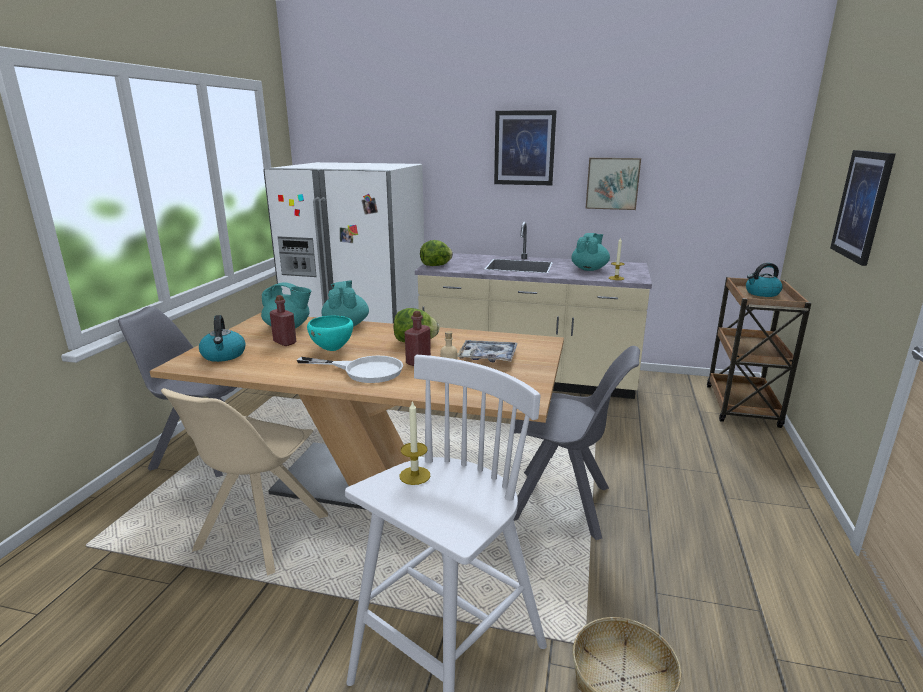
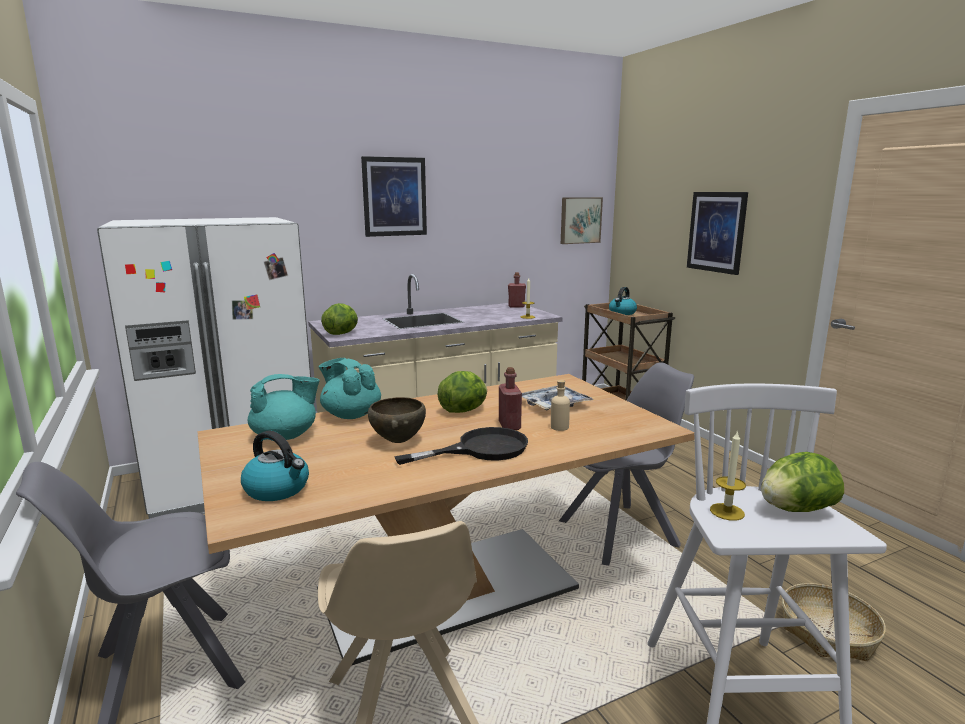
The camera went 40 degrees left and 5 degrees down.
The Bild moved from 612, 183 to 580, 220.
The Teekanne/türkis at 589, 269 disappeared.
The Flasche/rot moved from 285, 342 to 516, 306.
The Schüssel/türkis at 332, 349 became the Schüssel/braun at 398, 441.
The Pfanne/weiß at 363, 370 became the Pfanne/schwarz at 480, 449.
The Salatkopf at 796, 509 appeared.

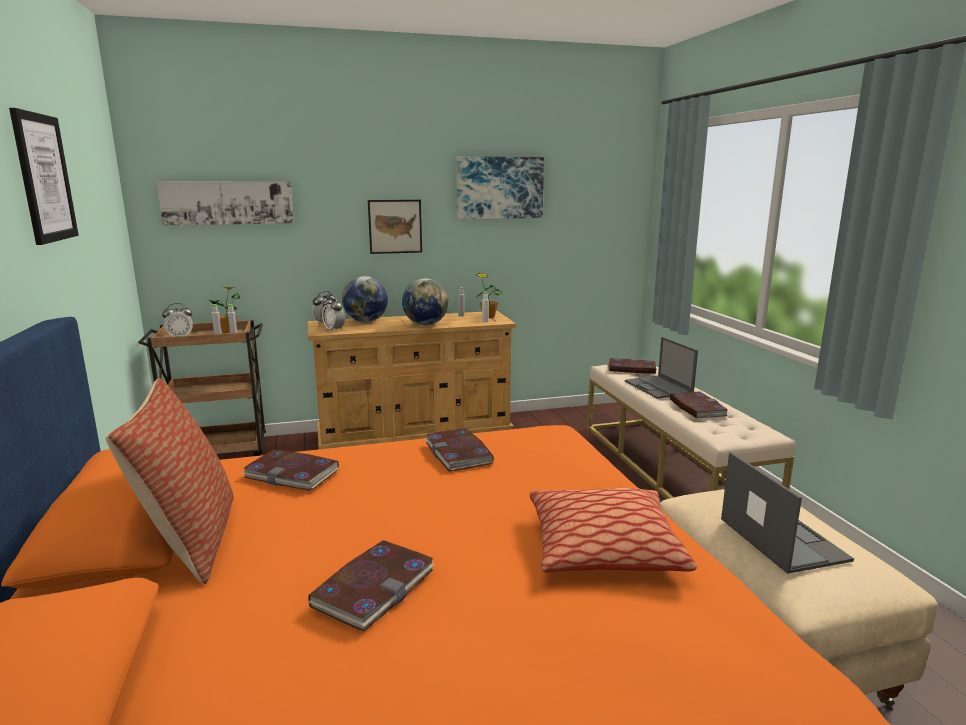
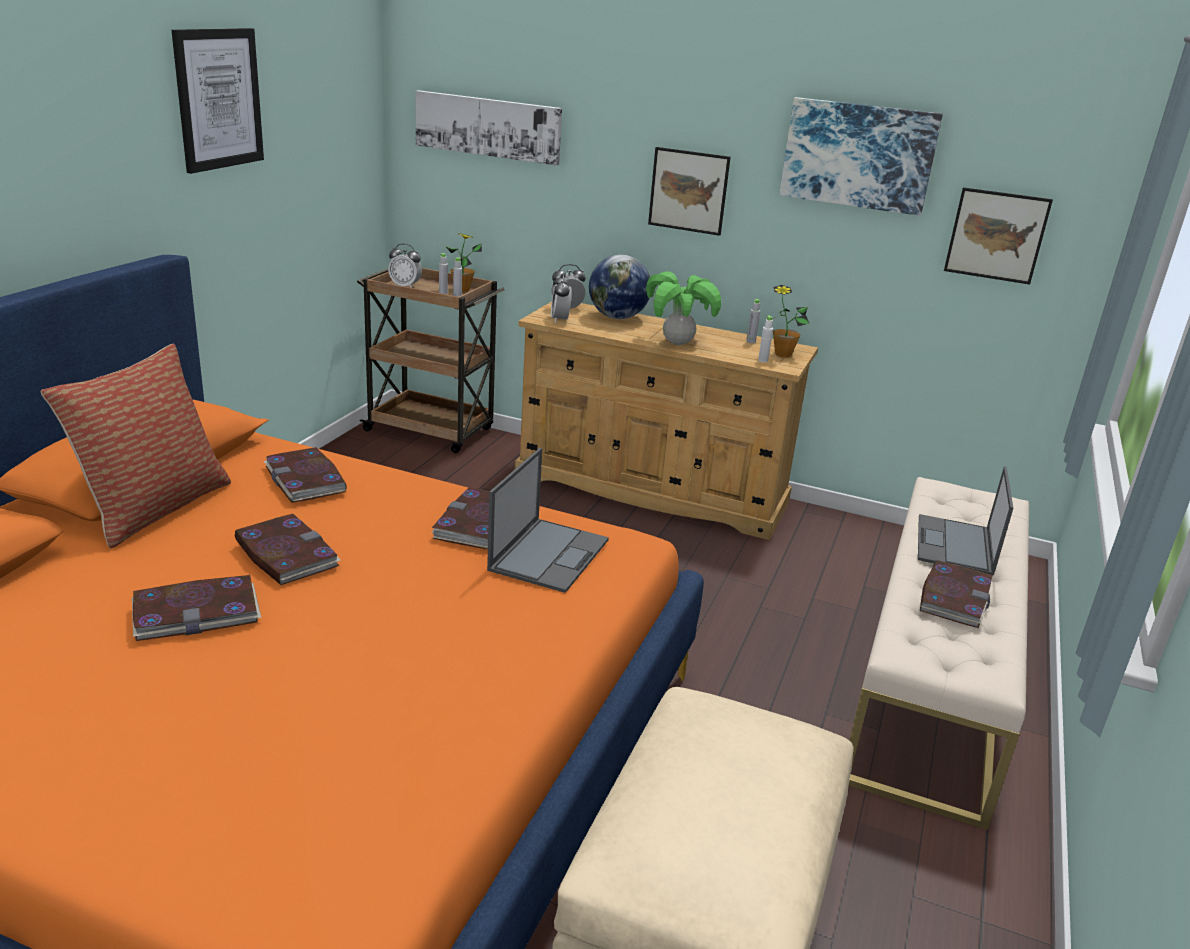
The camera went 35 degrees right and 10 degrees up.
The Globus at 426, 324 was replaced by the Topfpflanze at 678, 343.
The Buch moved from 631, 369 to 285, 554.
The Laptop moved from 781, 538 to 549, 554.
The Kissen at 603, 548 disappeared.
The Bild at 996, 235 appeared.

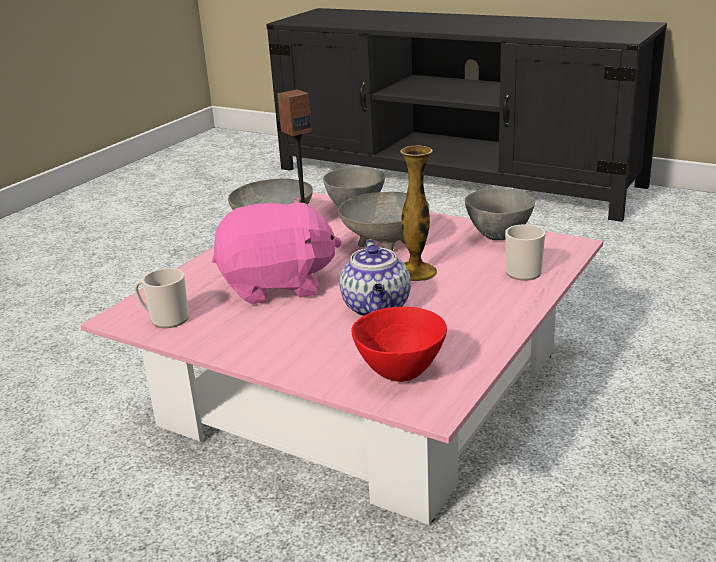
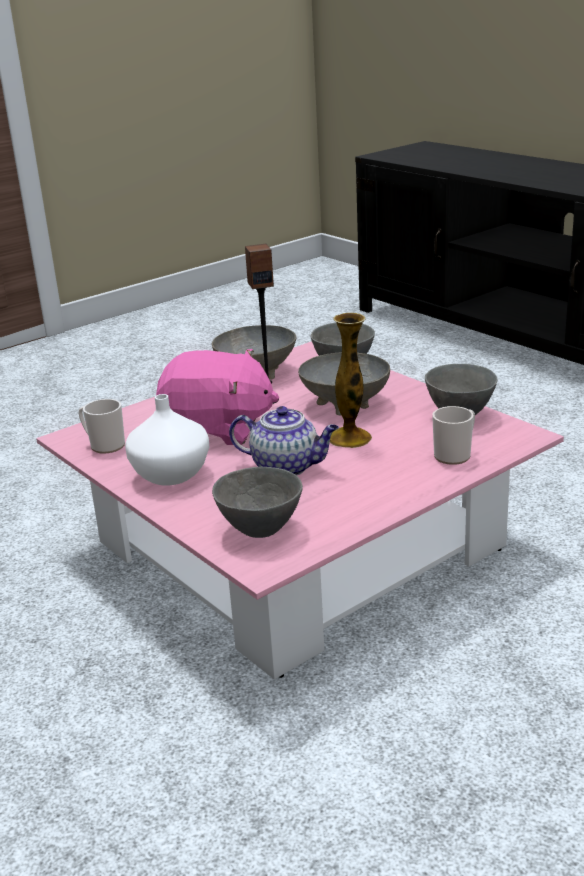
The camera went 20 degrees right and 0 degrees up.
The Teekanne at 377, 308 turned 90 degrees counterclockwise.
The Schüssel/rot at 400, 373 became the Schüssel/grau at 260, 530.
The Vase/weiß at 172, 475 appeared.

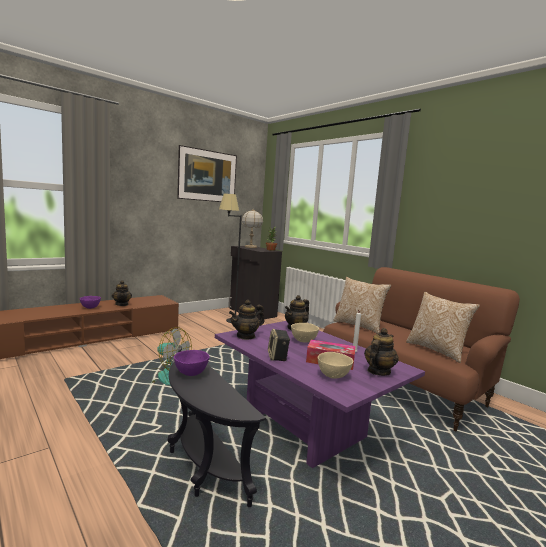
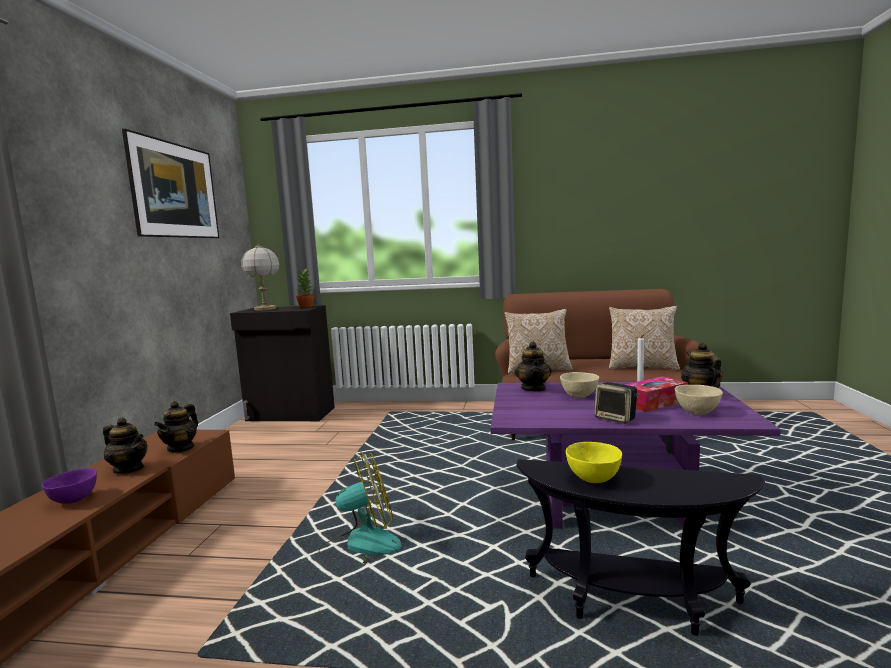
The camera went 40 degrees left and 0 degrees up.
The Stehlampe/schwarz at 228, 319 disappeared.
The Teekanne moved from 246, 336 to 181, 448.
The Schüssel/lila at 190, 373 became the Schüssel/gelb at 593, 480.

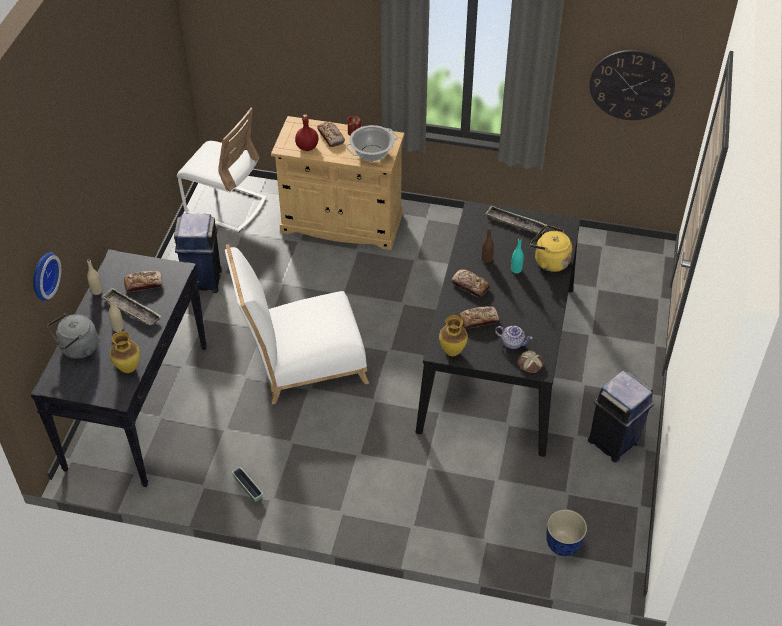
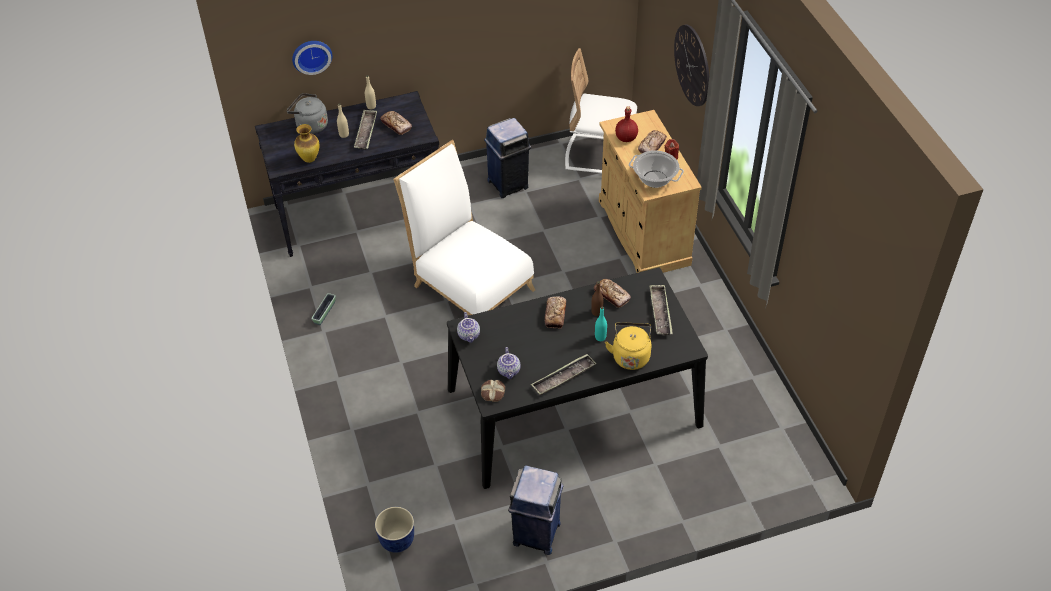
The camera went 60 degrees right and 0 degrees up.
The Wanduhr moved from 632, 85 to 692, 65.
The Stuhl/weiß at 225, 206 turned 105 degrees clockwise.
The Brot moved from 478, 320 to 612, 295.
The Vase at 452, 351 was replaced by the Teekanne at 469, 335.
The Tablett at 563, 377 appeared.

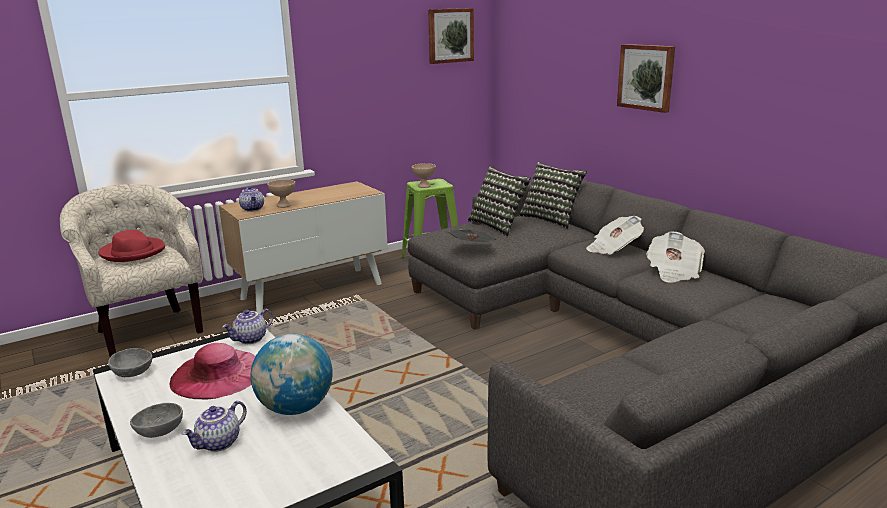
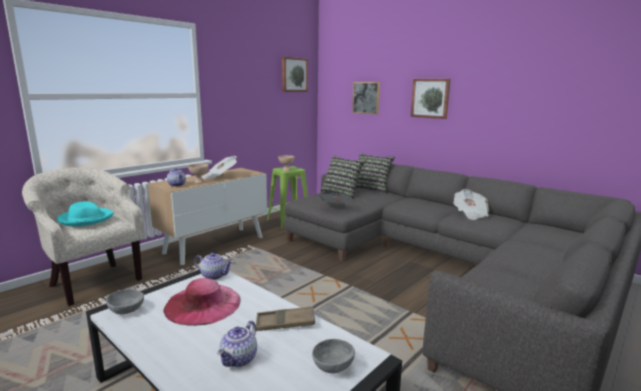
The camera went 15 degrees left and 5 degrees down.
The Zeitung moved from 613, 249 to 220, 177.
The Hut/rot at 132, 252 became the Hut/türkis at 85, 219.
The Teekanne at 250, 339 turned 105 degrees counterclockwise.
The Globus at 295, 408 was replaced by the Tablett/braun at 285, 323.
The Schüssel/grau moved from 159, 431 to 332, 366.
The Bild at 366, 97 appeared.

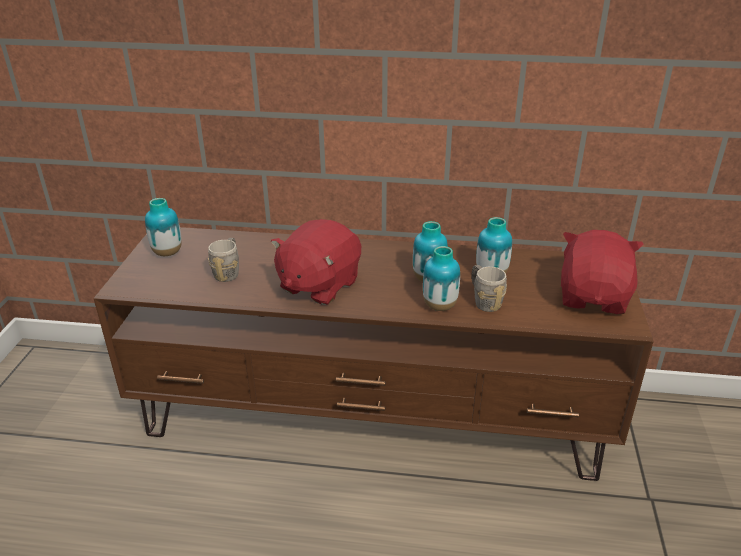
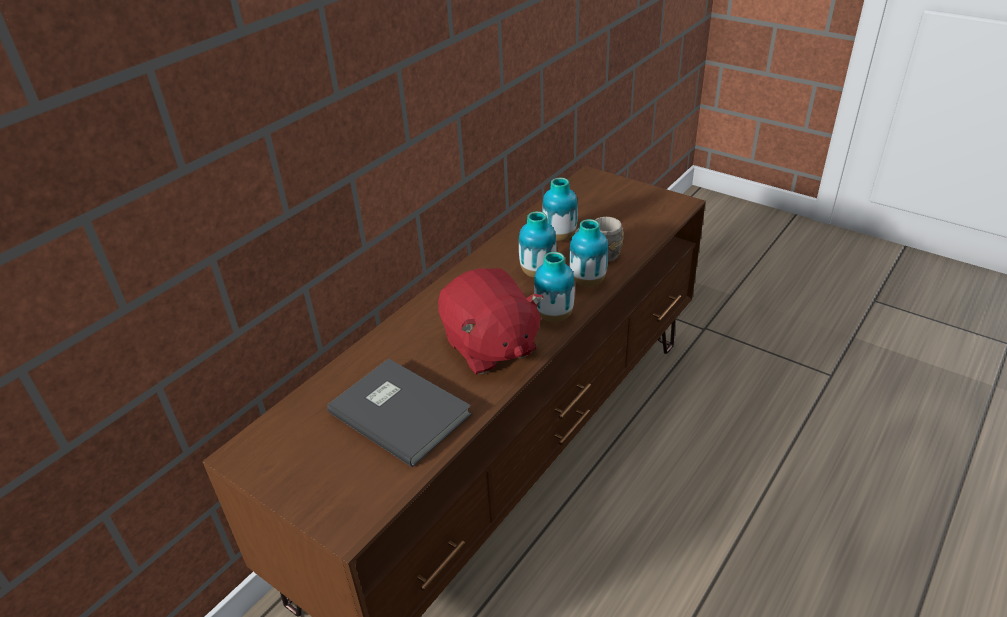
The camera went 60 degrees left and 5 degrees up.
The Vase moved from 167, 253 to 554, 316.
The Plüschtier/rot at 594, 297 disappeared.
The Henkelbecher/grau at 228, 272 was replaced by the Buch/grau at 401, 411.

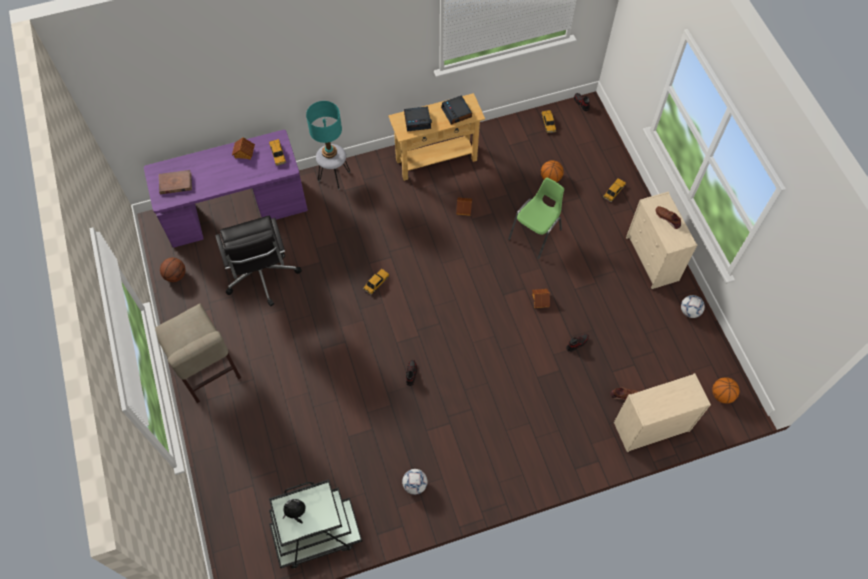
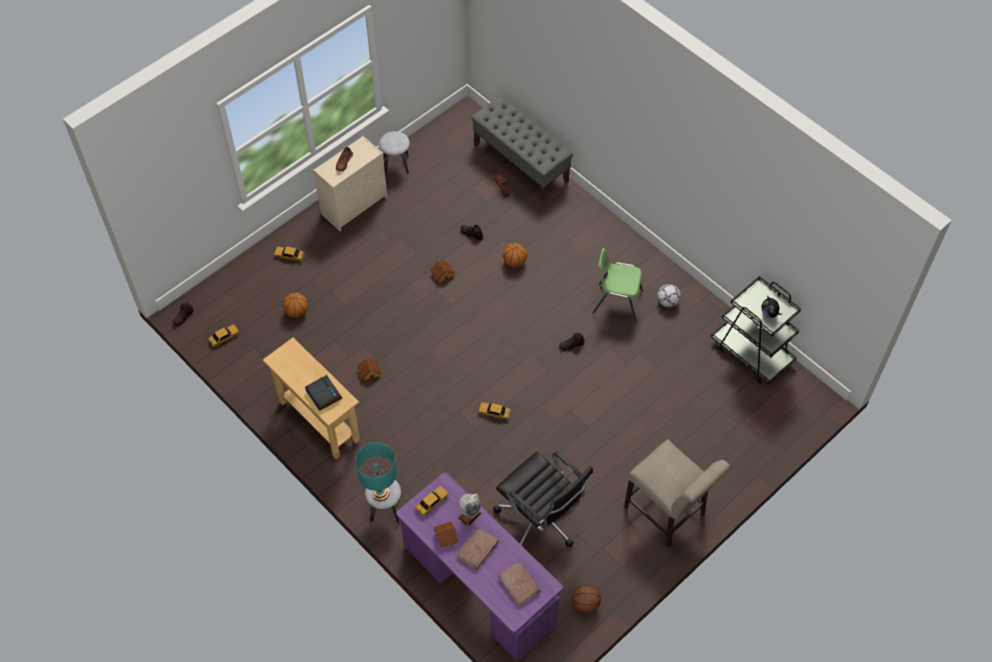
The camera went 115 degrees left and 5 degrees down.
The Wecker at 457, 112 disappeared.
The Stuhl/grün moved from 536, 234 to 617, 302.
The Bürostuhl/schwarz at 261, 275 turned 90 degrees clockwise.
The Fußball at 689, 311 was replaced by the Hocker/grau at 396, 165.
The Stuhl/beige at 207, 372 turned 105 degrees clockwise.
The Kommode/beige at 650, 427 was replaced by the Bank/grau at 521, 163.
The Basketball moved from 722, 395 to 514, 262.
The Globus at 469, 515 appeared.
The Buch/braun at 477, 549 appeared.

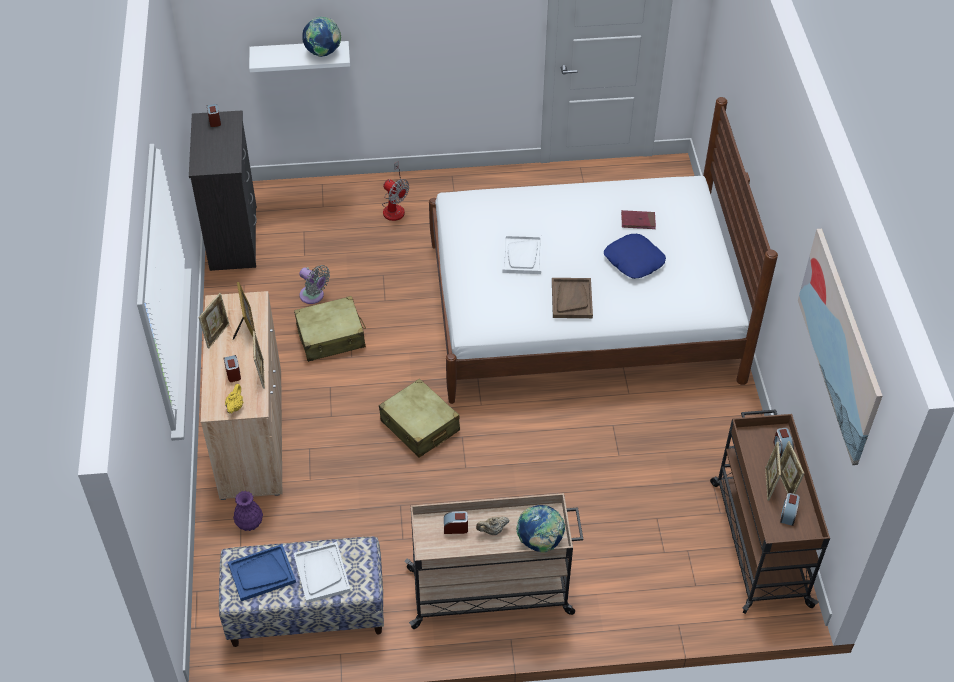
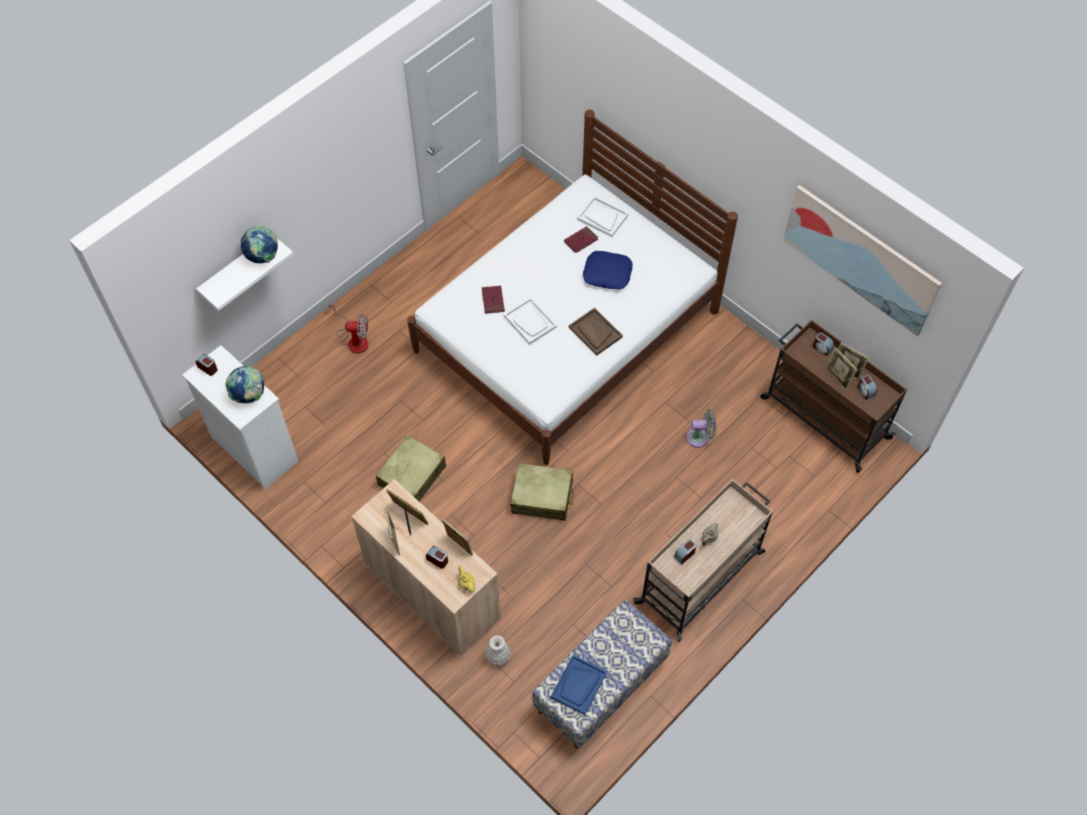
The camera went 40 degrees left and 10 degrees up.
The Kommode/schwarz at 234, 237 became the Kommode/weiß at 255, 448.
The Ventilator/grau moved from 313, 296 to 700, 437.
The Vase/lila at 249, 522 became the Vase/weiß at 498, 656.
The Globus moved from 540, 542 to 249, 395.
The Tablett/weiß moved from 321, 573 to 602, 217.
The Buch/rot at 493, 300 appeared.

